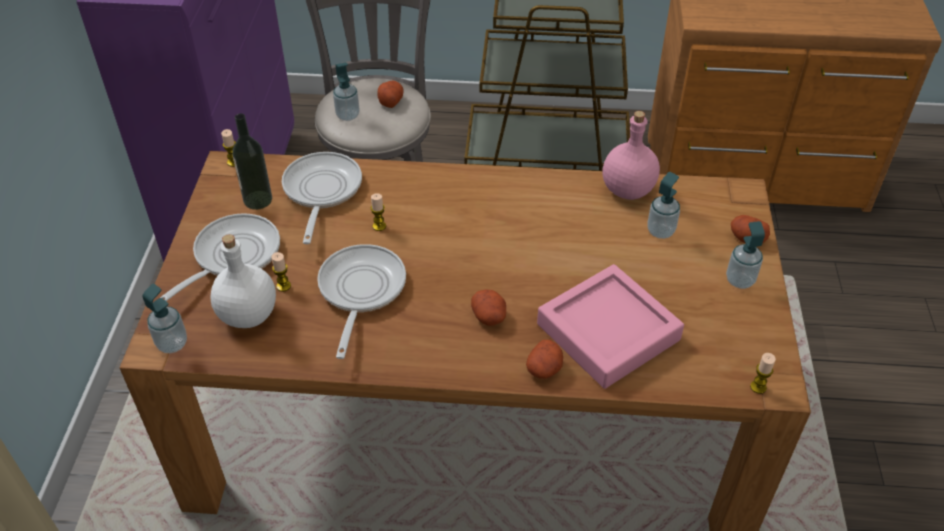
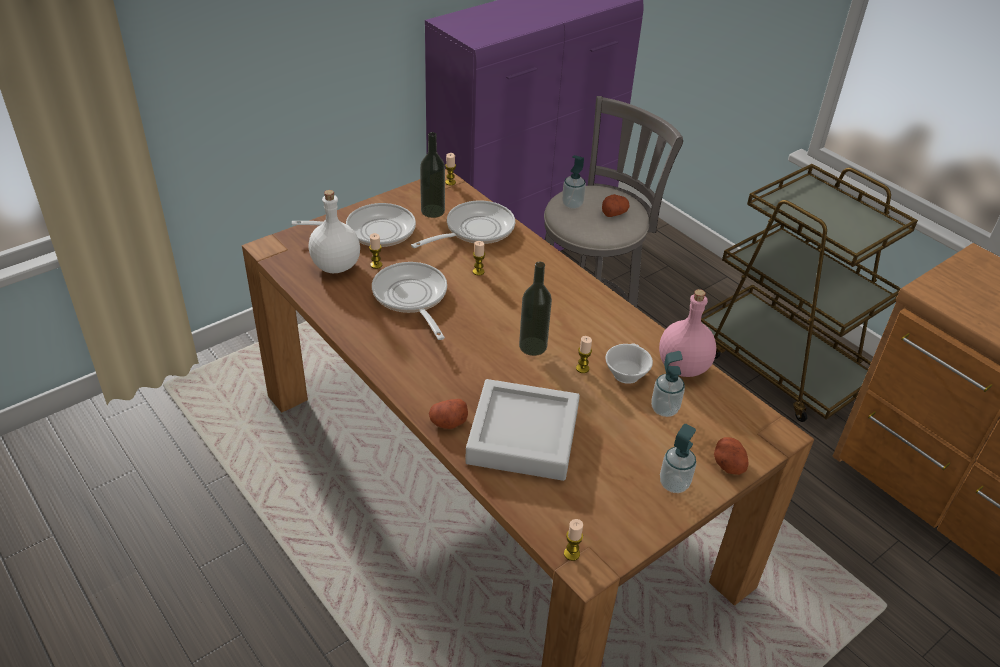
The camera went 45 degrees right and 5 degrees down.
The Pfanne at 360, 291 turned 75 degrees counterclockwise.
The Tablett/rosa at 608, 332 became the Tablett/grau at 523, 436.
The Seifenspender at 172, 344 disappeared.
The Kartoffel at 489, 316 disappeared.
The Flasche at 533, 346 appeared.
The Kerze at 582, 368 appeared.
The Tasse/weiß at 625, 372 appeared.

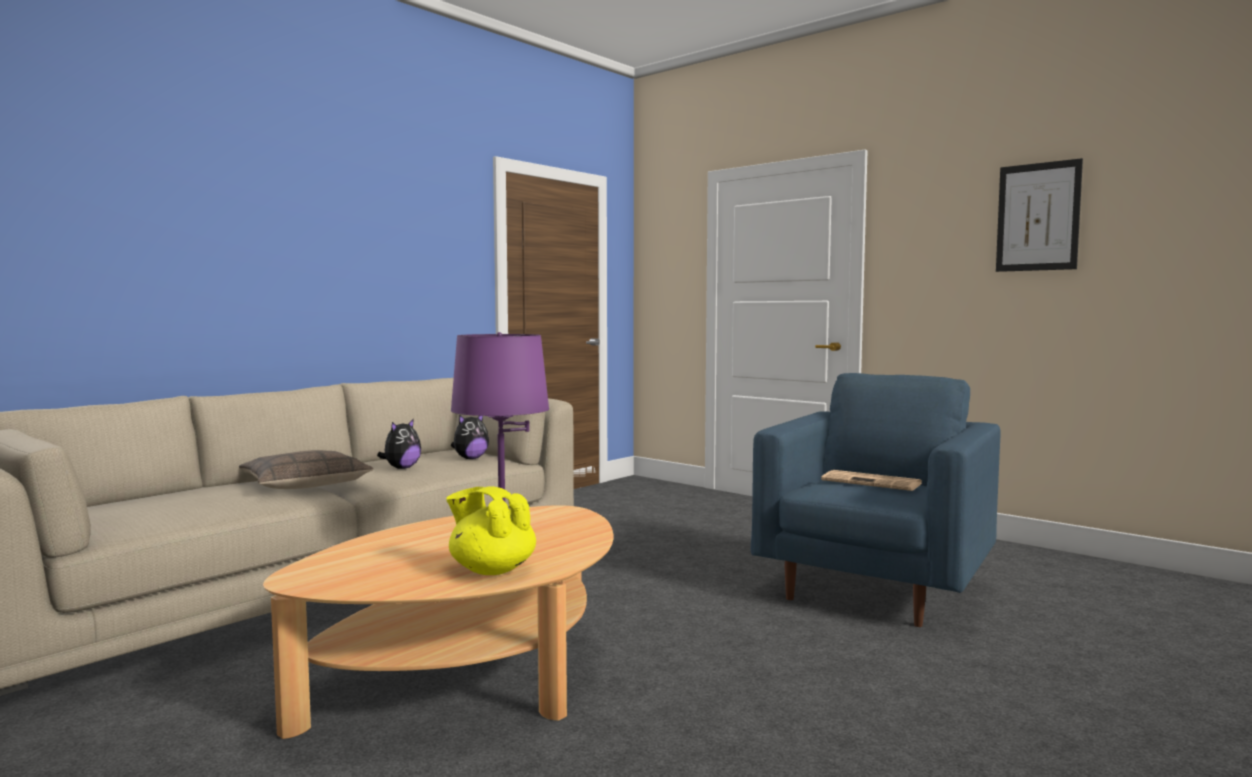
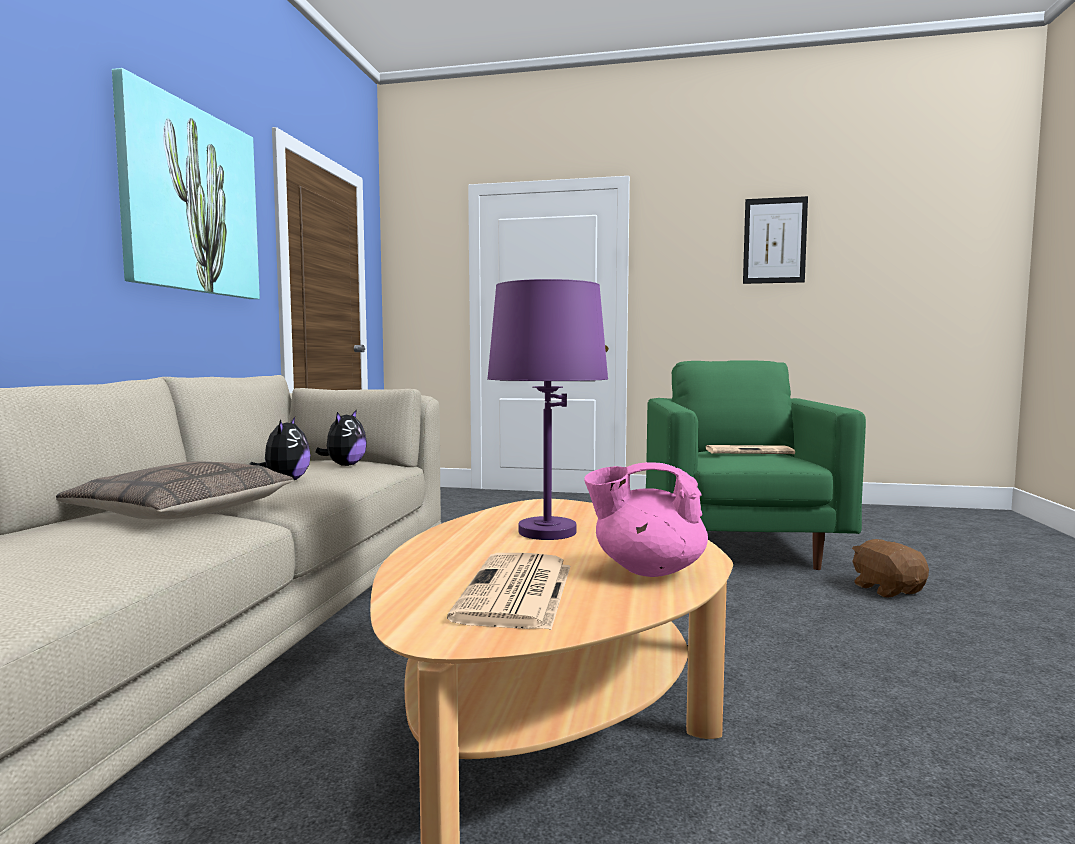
The camera went 30 degrees left and 0 degrees up.
The Sessel/blau at 875, 589 became the Sessel/grün at 739, 547.
The Teekanne/gelb at 491, 570 became the Teekanne/rosa at 647, 570.
The Bild at 190, 201 appeared.
The Plüschtier/braun at 887, 589 appeared.
The Zeitung at 517, 592 appeared.

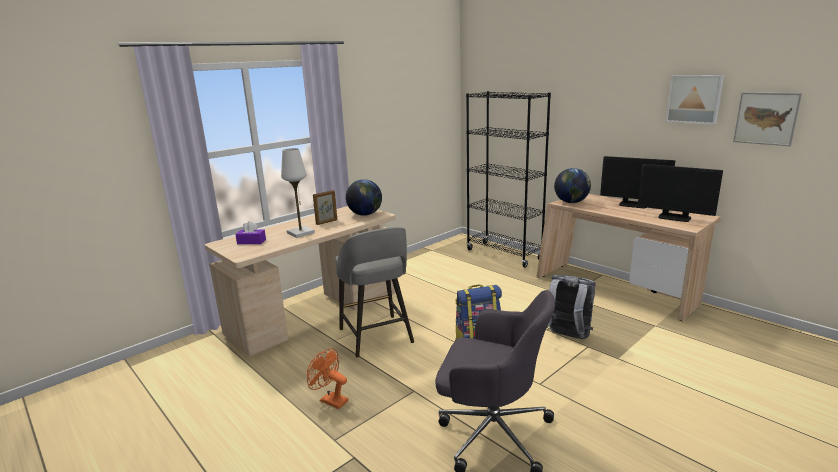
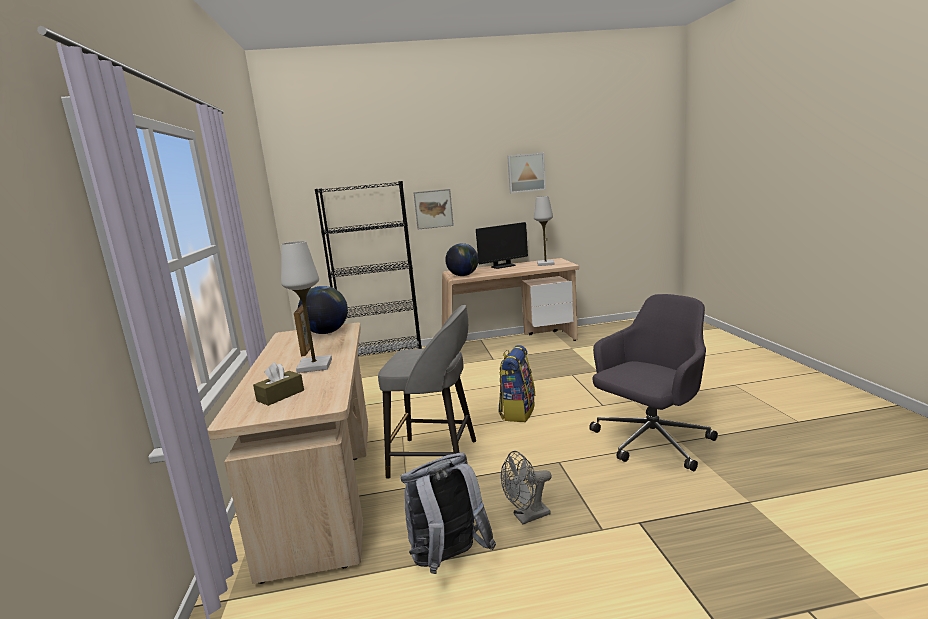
The camera went 55 degrees left and 5 degrees down.
The Bild moved from 766, 118 to 433, 209.
The Monitor at 674, 217 was replaced by the Tischlampe/weiß at 545, 264.
The Taschentuchbox/lila at 251, 242 became the Taschentuchbox/braun at 280, 395.
The Rucksack/grau moved from 567, 337 to 448, 561.
The Ventilator/orange at 330, 400 became the Ventilator/grau at 527, 517.

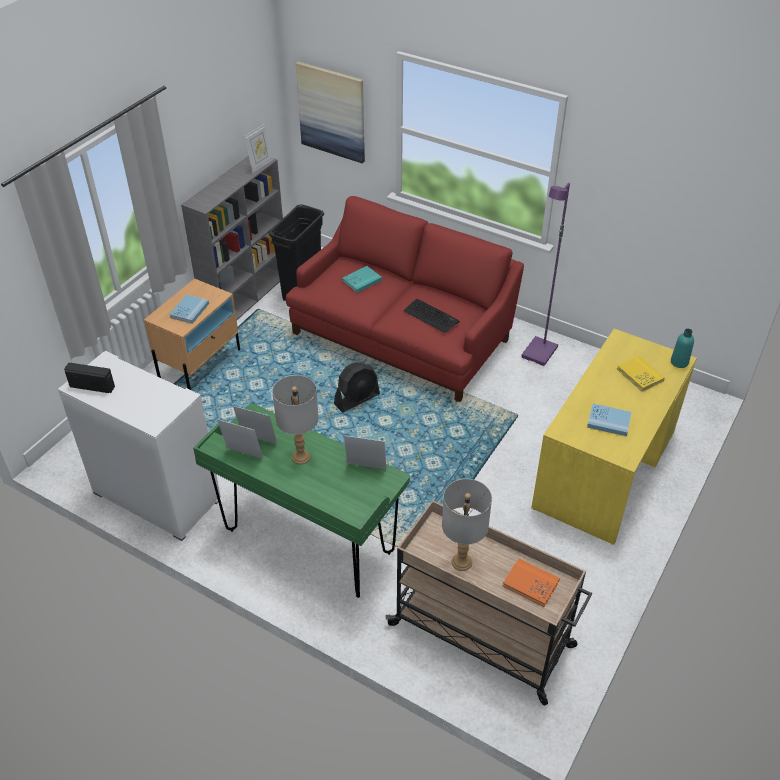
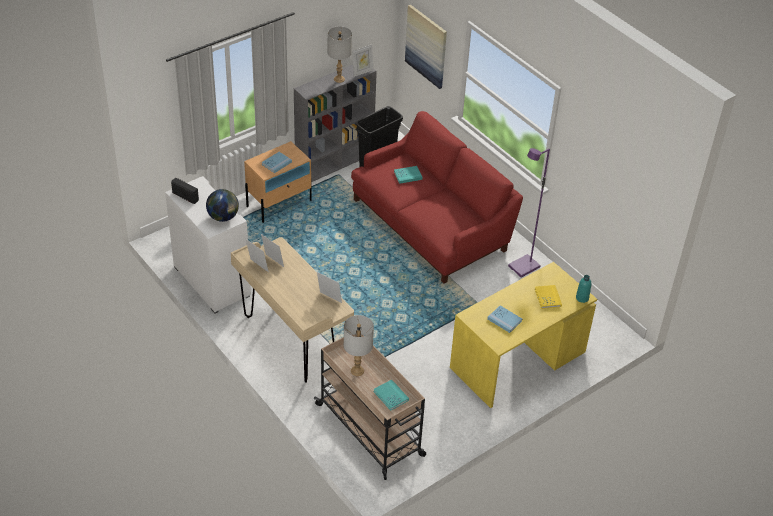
The camera went 20 degrees right and 0 degrees up.
The Tastatur at 431, 316 disappeared.
The Ventilator/schwarz at 357, 399 disappeared.
The Tischlampe/grau moved from 300, 457 to 339, 79.
The Schreibtisch/grün at 309, 542 became the Schreibtisch/beige at 292, 340.
The Buch/orange at 530, 584 became the Buch/türkis at 391, 396.
The Globus at 223, 217 appeared.

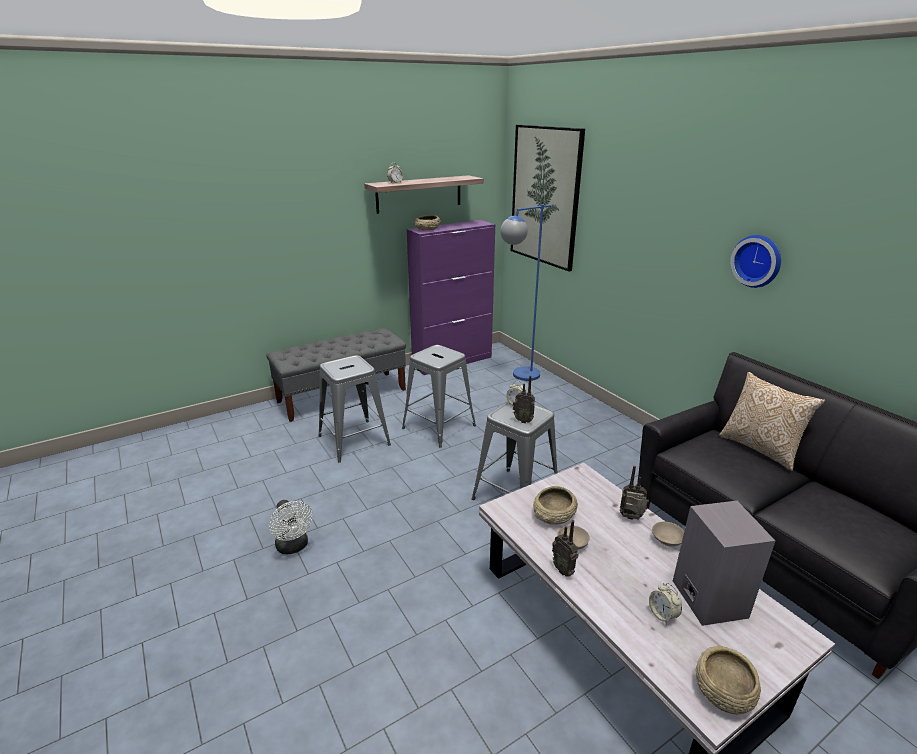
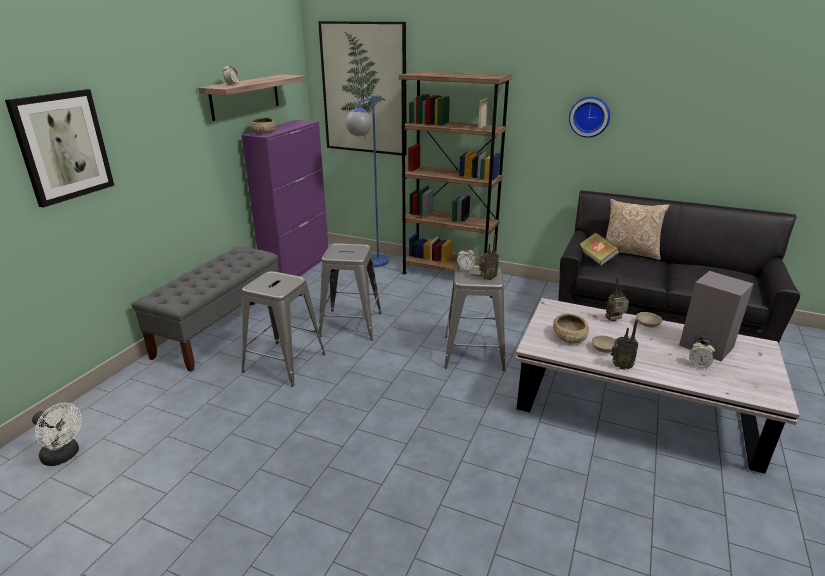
The camera went 35 degrees left and 0 degrees up.
The Ventilator/weiß moved from 294, 547 to 64, 456.
The Schüssel/beige at 723, 689 disappeared.
The Bücherregal/braun at 448, 273 appeared.
The Bild at 63, 146 appeared.
The Buch at 596, 259 appeared.

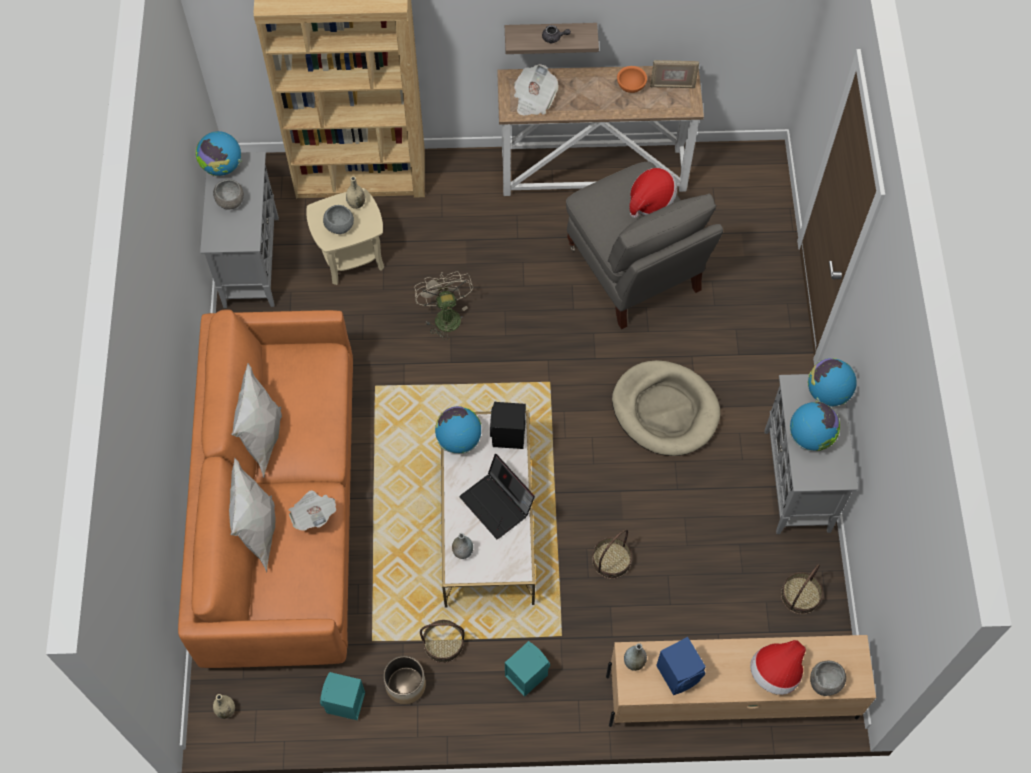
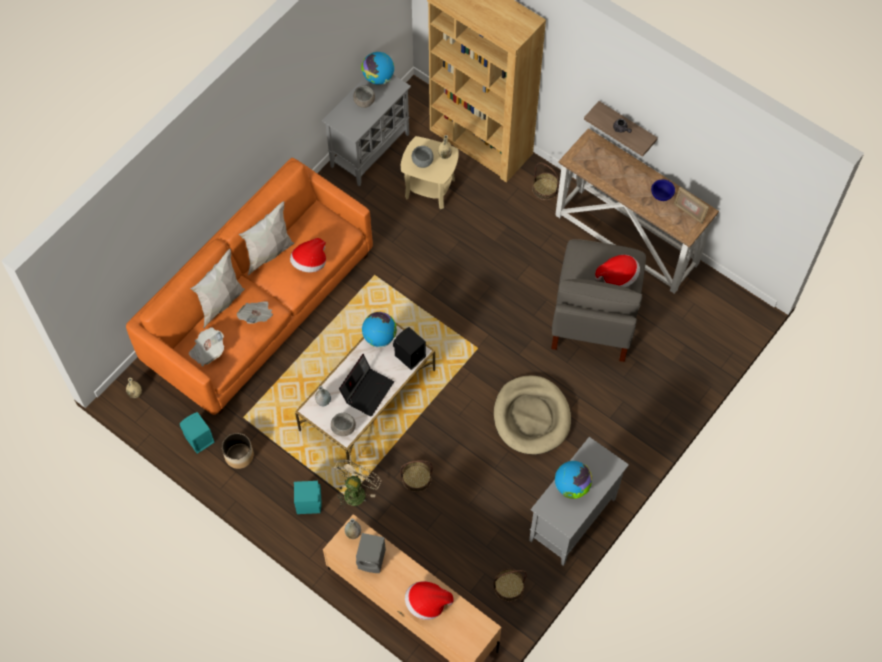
The camera went 40 degrees right and 0 degrees up.
The Zeitung moved from 534, 99 to 207, 351.
The Schüssel/orange at 631, 86 became the Schüssel/blau at 662, 195.
The Ventilator/beige moved from 445, 315 to 356, 490.
The Globus at 827, 393 disappeared.
The Laptop at 498, 504 turned 150 degrees counterclockwise.
The Korb moved from 443, 643 to 545, 189.
The Lautsprecher/blau at 679, 673 became the Lautsprecher/grau at 372, 559.
The Schüssel/grau moved from 824, 682 to 343, 428.
The Hut at 310, 263 appeared.

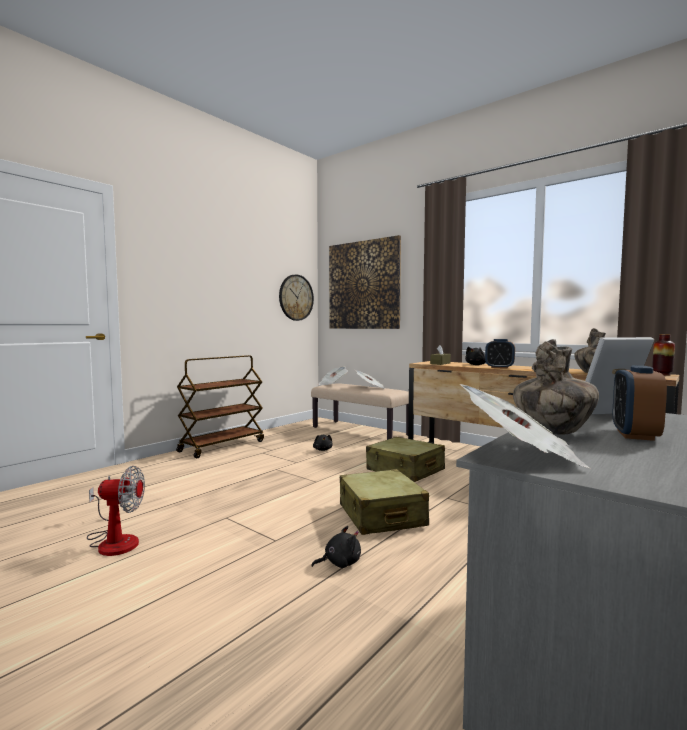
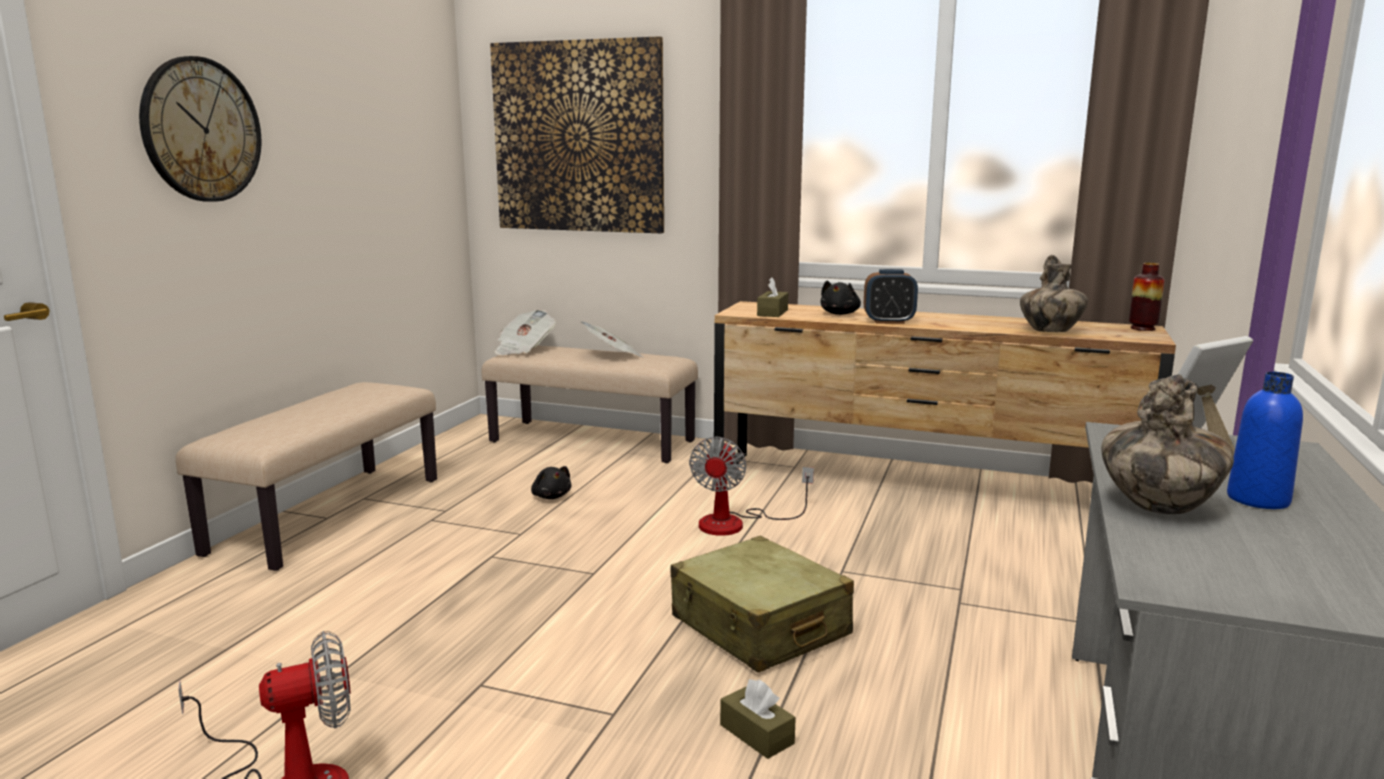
The camera went 20 degrees left and 10 degrees up.
The Wanduhr moved from 296, 297 to 201, 130.
The Rollwagen/braun at 222, 446 was replaced by the Bank/beige at 328, 514.
The Wecker at 635, 435 was replaced by the Flasche/blau at 1258, 499.
The Zeitung at 521, 455 disappeared.
The Koffer/beige at 405, 470 was replaced by the Ventilator at 736, 523.
The Plüschtier/schwarz at 339, 563 was replaced by the Taschentuchbox/braun at 756, 734.

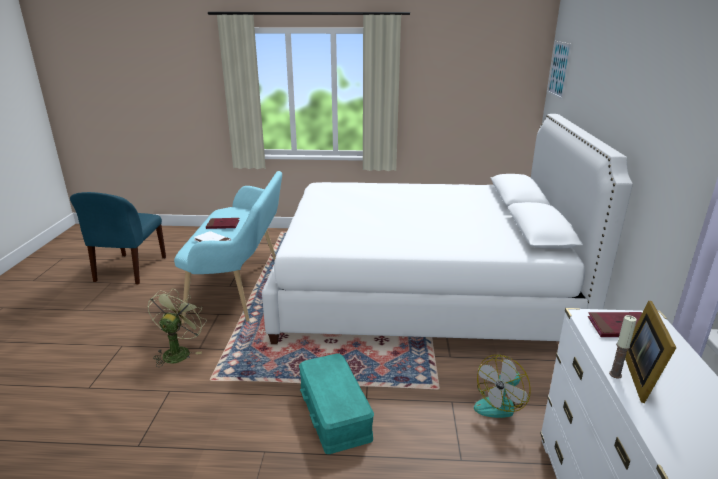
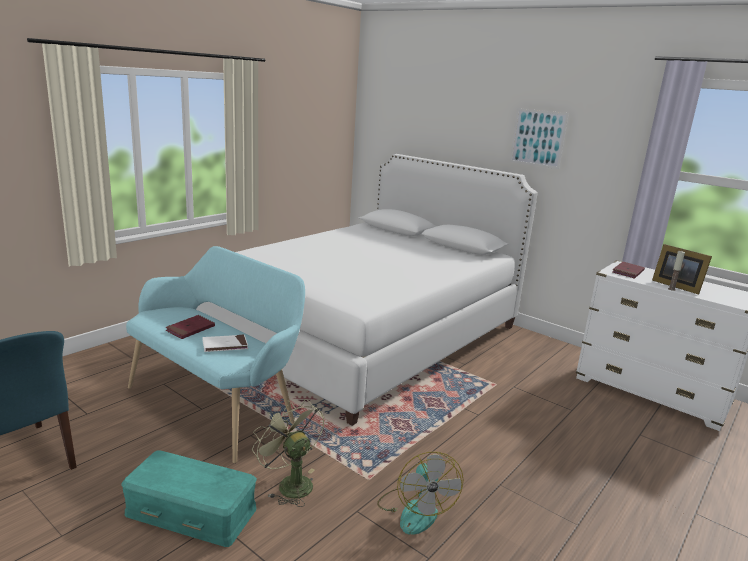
The camera went 55 degrees left and 5 degrees down.
The Bild moved from 559, 69 to 538, 138.
The Aufbewahrungsbox/türkis moved from 335, 412 to 192, 510.
The Ventilator moved from 500, 403 to 415, 509.

